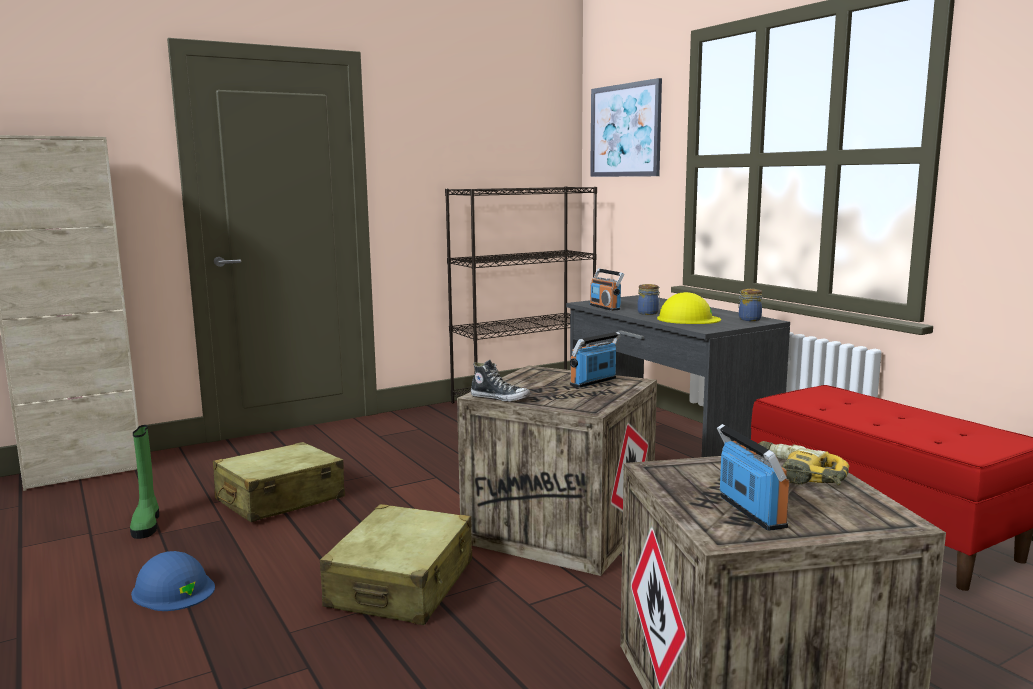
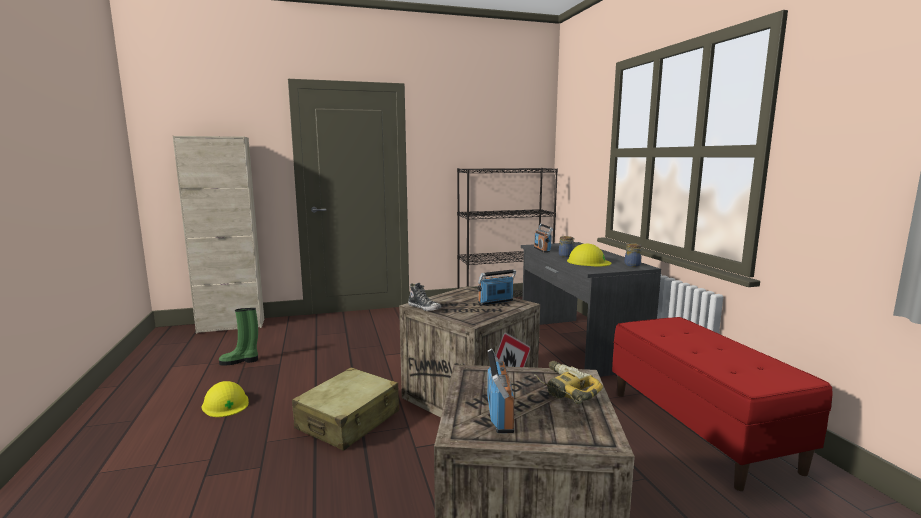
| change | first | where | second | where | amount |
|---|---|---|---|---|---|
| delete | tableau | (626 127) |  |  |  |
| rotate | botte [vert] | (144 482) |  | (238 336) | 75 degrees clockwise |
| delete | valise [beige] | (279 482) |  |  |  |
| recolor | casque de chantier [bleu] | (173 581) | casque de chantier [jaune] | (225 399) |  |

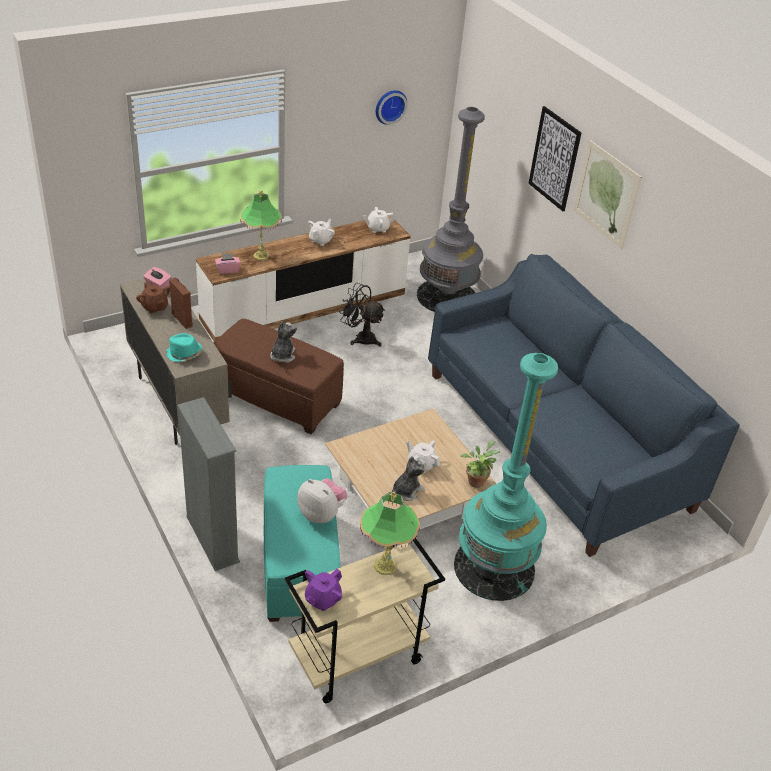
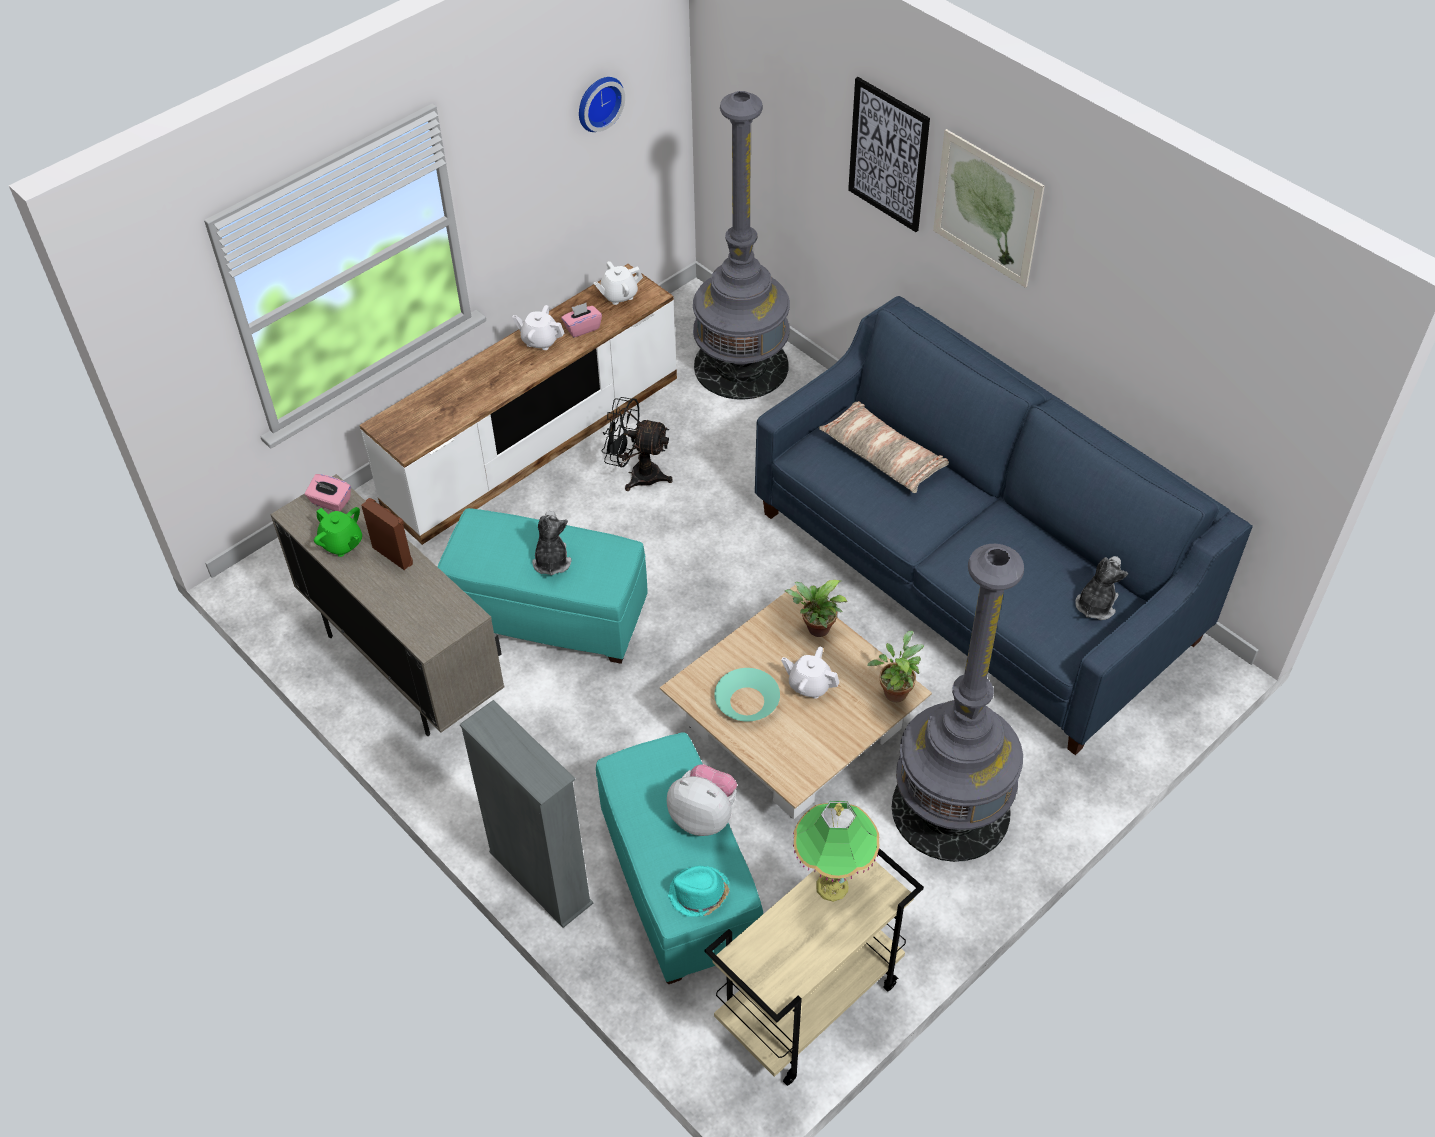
| change | first | where | second | where | amount |
|---|---|---|---|---|---|
| delete | lampe de table | (261 225) |  |  |  |
| rotate | théière [blanc] | (321 232) |  | (538 327) | 90 degrees counterclockwise |
| move | boîte à mouchoirs [rose] | (228 263) |  | (581 320) |  |
| recolor | théière [marron] | (153 298) | théière [vert] | (338 532) |  |
| recolor | pouf [marron] | (279 376) | pouf [turquoise] | (543 586) |  |
| move | chapeau [turquoise] | (184 347) |  | (698 891) |  |
| recolor | lampadaire [turquoise] | (506 477) | lampadaire [gris] | (958 703) |  |
| move | peluche | (409 478) |  | (1101 588) |  |
| delete | théière [violet] | (323 590) |  |  |  |
| insert |  |  | coussin | (884 447) |  |
| insert |  |  | plante en pot | (816 608) |  |
| insert |  |  | bol [turquoise] | (747 694) |  |

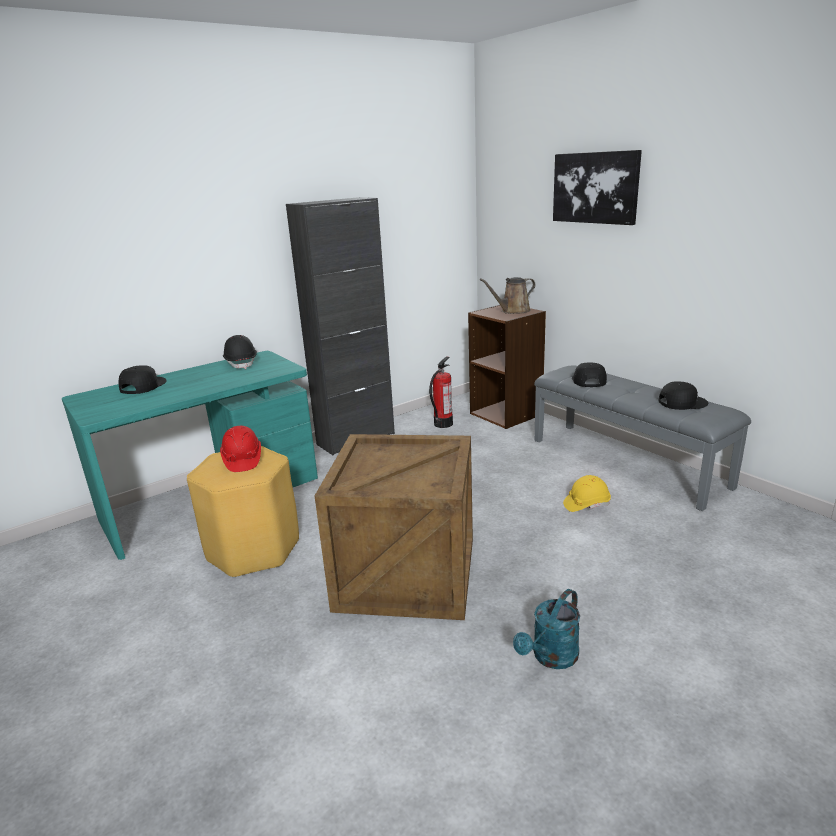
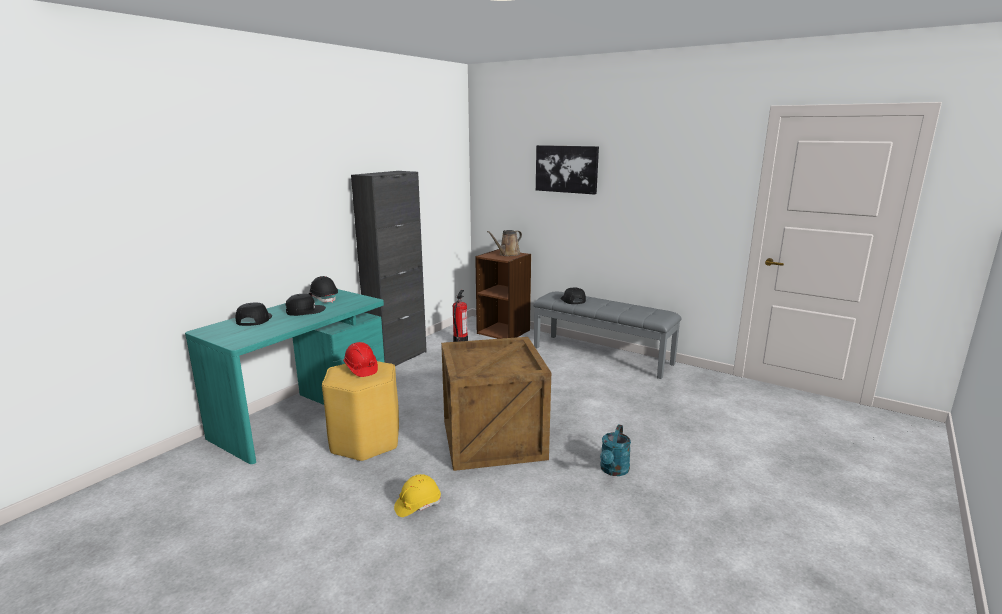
| change | first | where | second | where | amount |
|---|---|---|---|---|---|
| move | casquette [noir] | (683 395) |  | (305 305) |  |
| move | casque de chantier [jaune] | (587 493) |  | (417 495) |  |

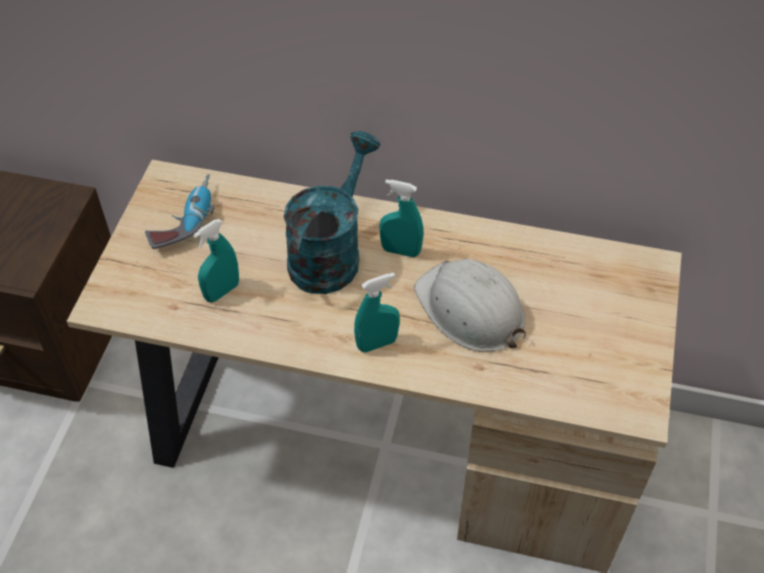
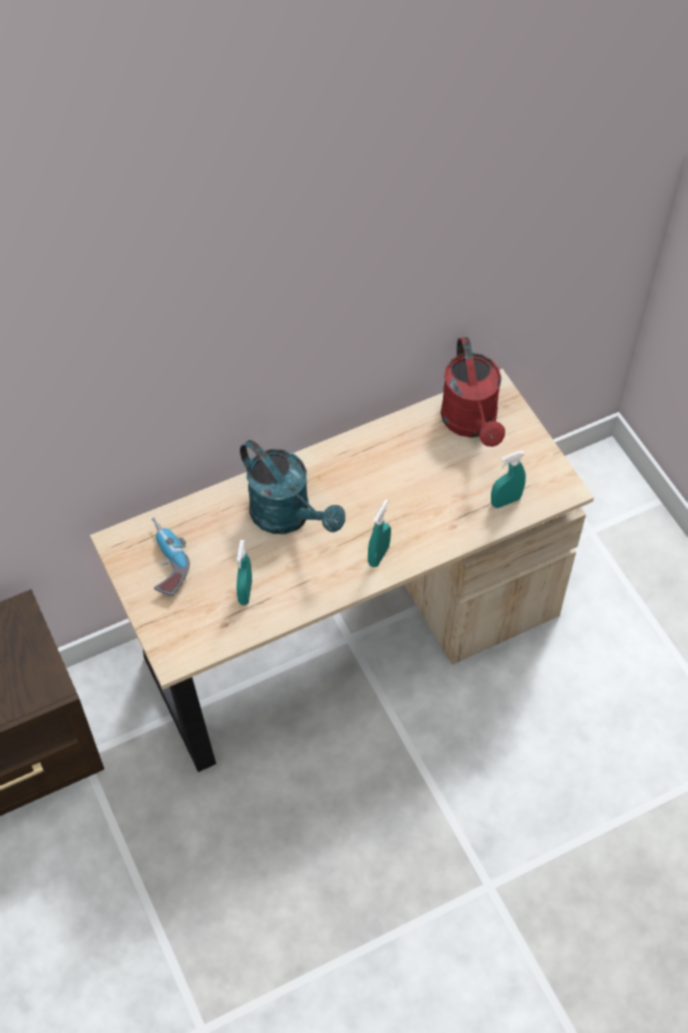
| change | first | where | second | where | amount |
|---|---|---|---|---|---|
| rotate | arrosoir [turquoise] | (332 212) |  | (292 487) | 150 degrees clockwise |
| move | vaporisateur [turquoise] | (401 218) |  | (508 479) |  |
| delete | casque de chantier [blanc] | (470 305) |  |  |  |
| insert |  |  | arrosoir [rouge] | (473 392) |  |

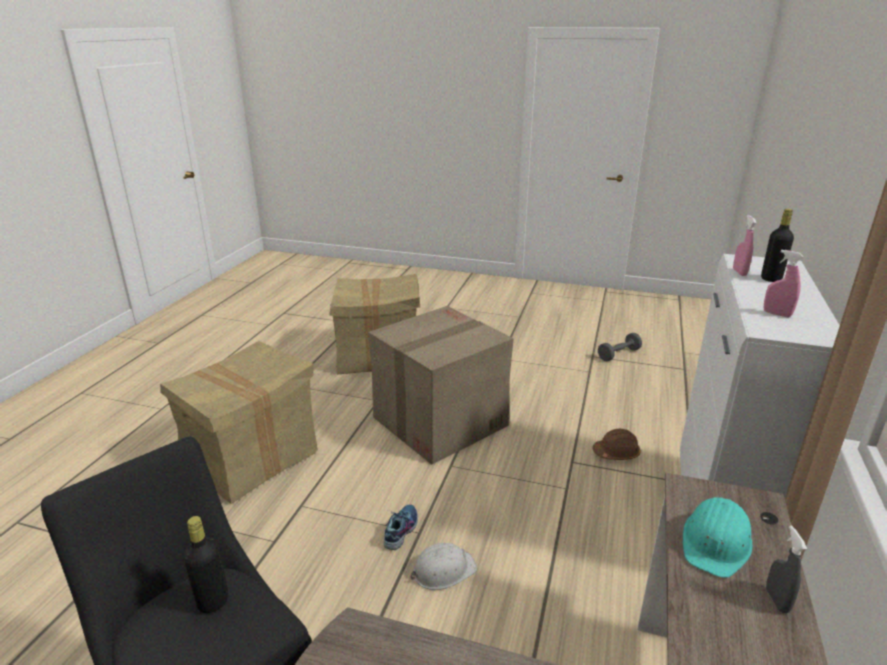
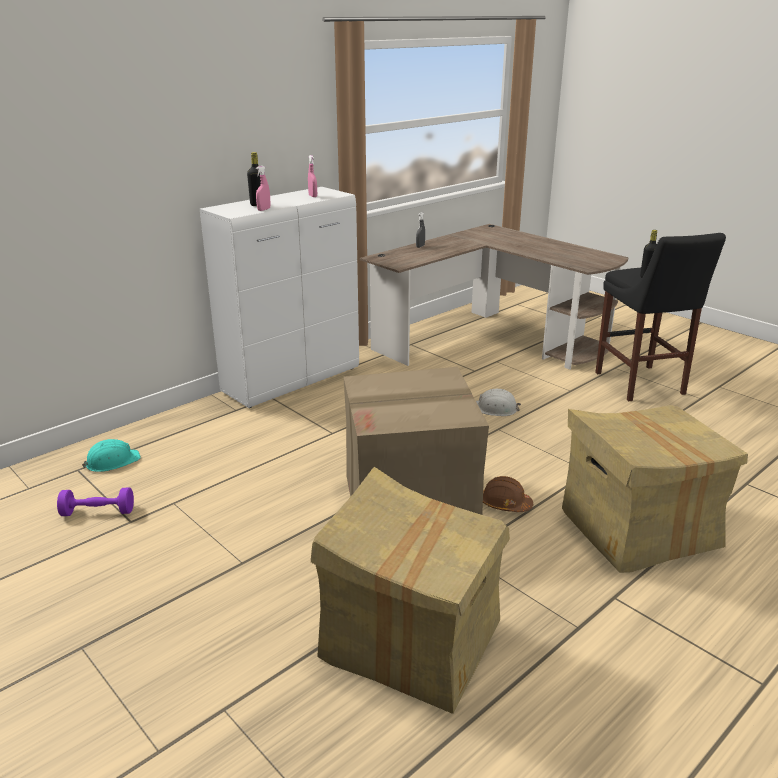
| change | first | where | second | where | amount |
|---|---|---|---|---|---|
| recolor | haltère [gris] | (620 347) | haltère [violet] | (95 501) |  |
| move | casque de chantier [marron] | (617 444) |  | (508 494) |  |
| move | casque de chantier [turquoise] | (718 537) |  | (111 455) |  |
| delete | chaussure | (401 527) |  |  |  |

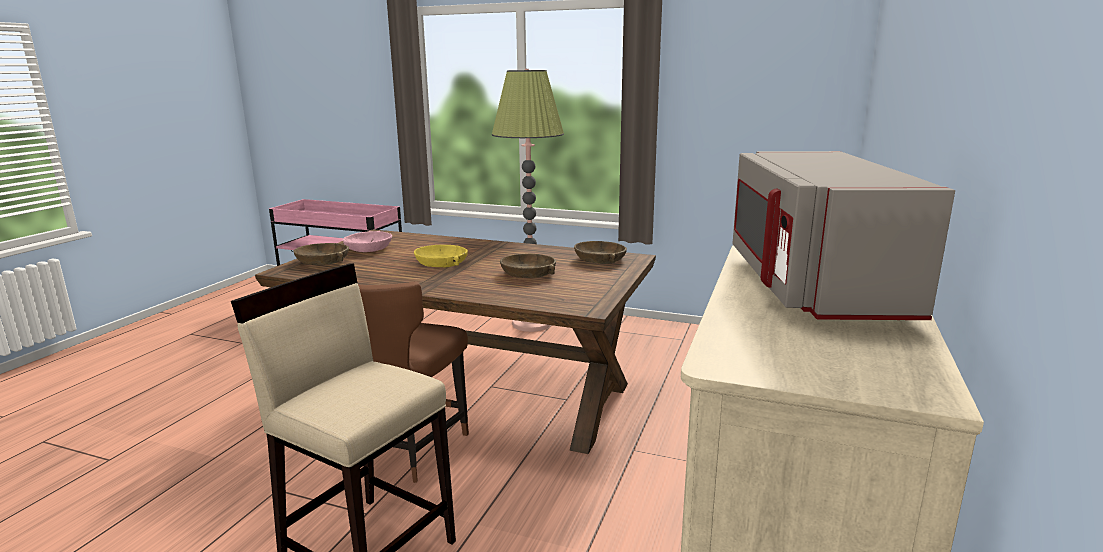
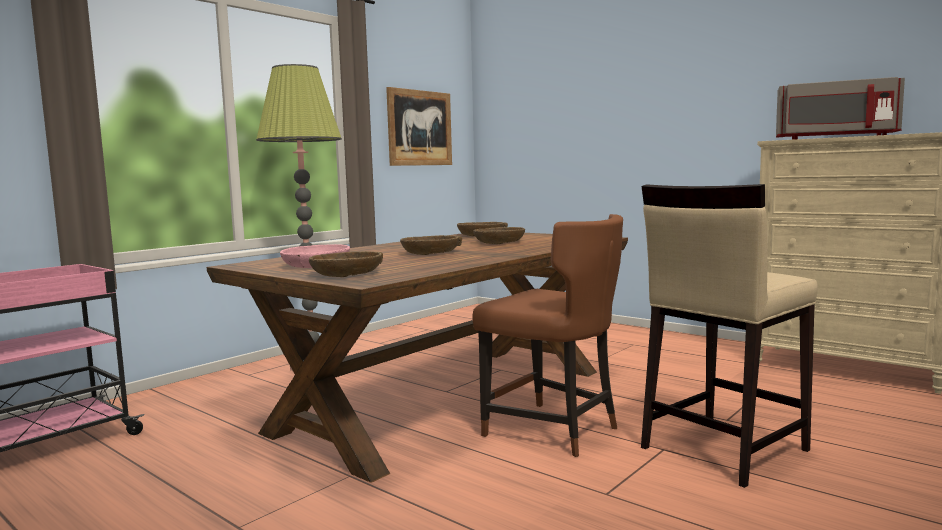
| change | first | where | second | where | amount |
|---|---|---|---|---|---|
| recolor | bol [jaune] | (441 256) | bol [marron] | (431 245) |  |
| insert |  |  | tableau | (419 126) |  |

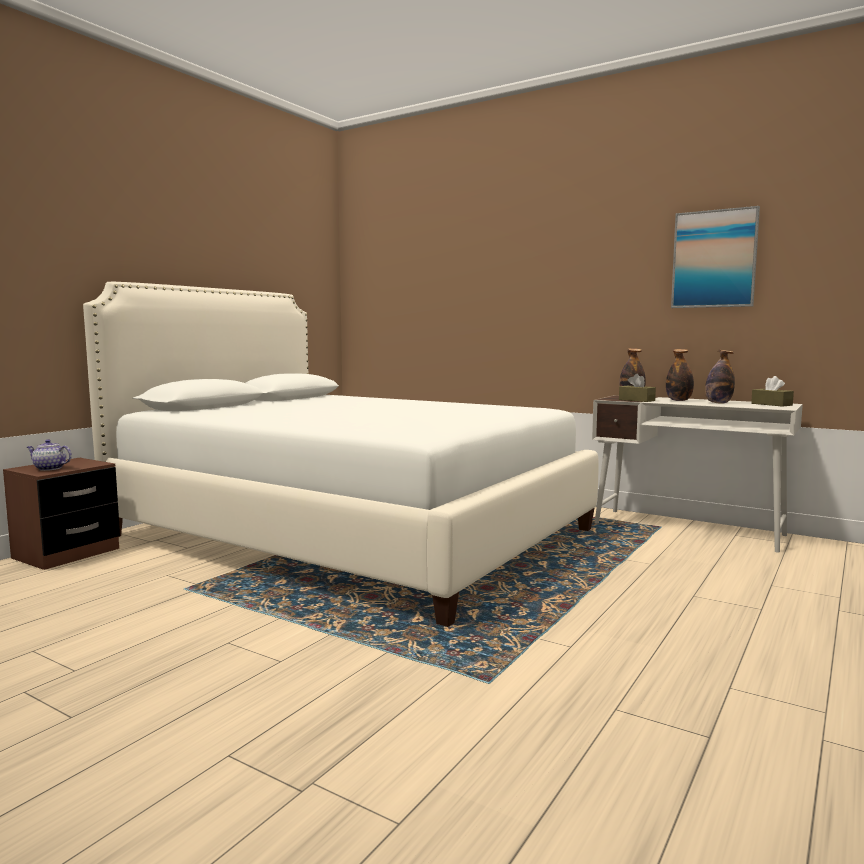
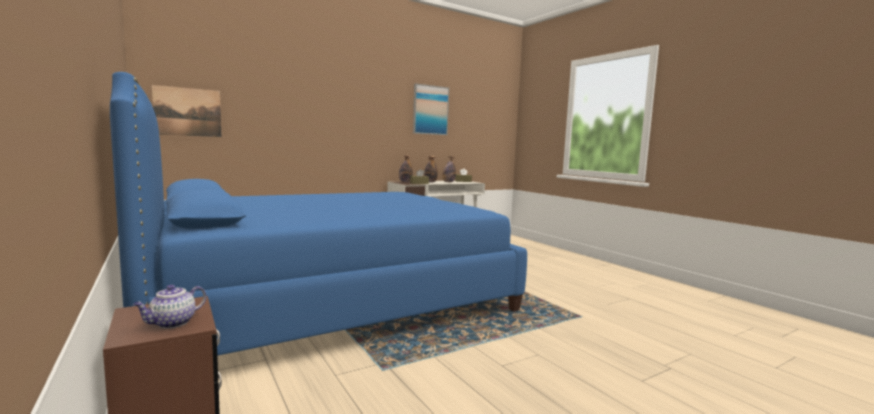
| change | first | where | second | where | amount |
|---|---|---|---|---|---|
| recolor | lit [blanc] | (341 454) | lit [bleu] | (318 214) |  |
| insert |  |  | tableau | (187 111) |  |

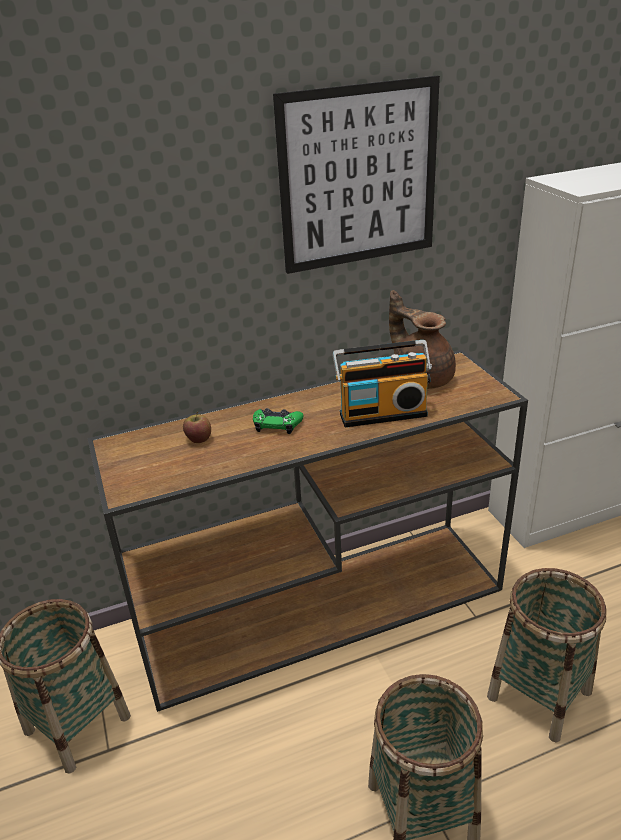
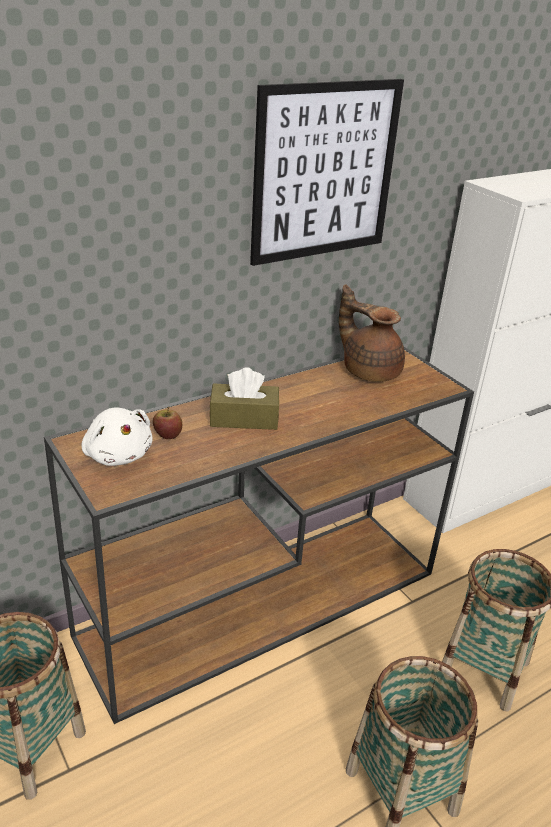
| change | first | where | second | where | amount |
|---|---|---|---|---|---|
| delete | radio | (382 384) |  |  |  |
| replace | manette [vert] | (278 421) | boîte à mouchoirs [marron] | (244 398) |  |
| insert |  |  | peluche [blanc] | (117 436) |  |

